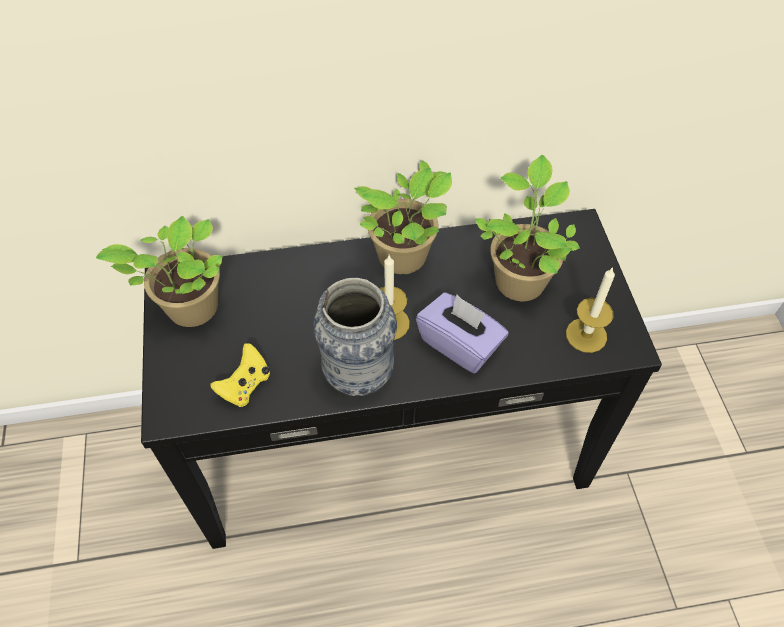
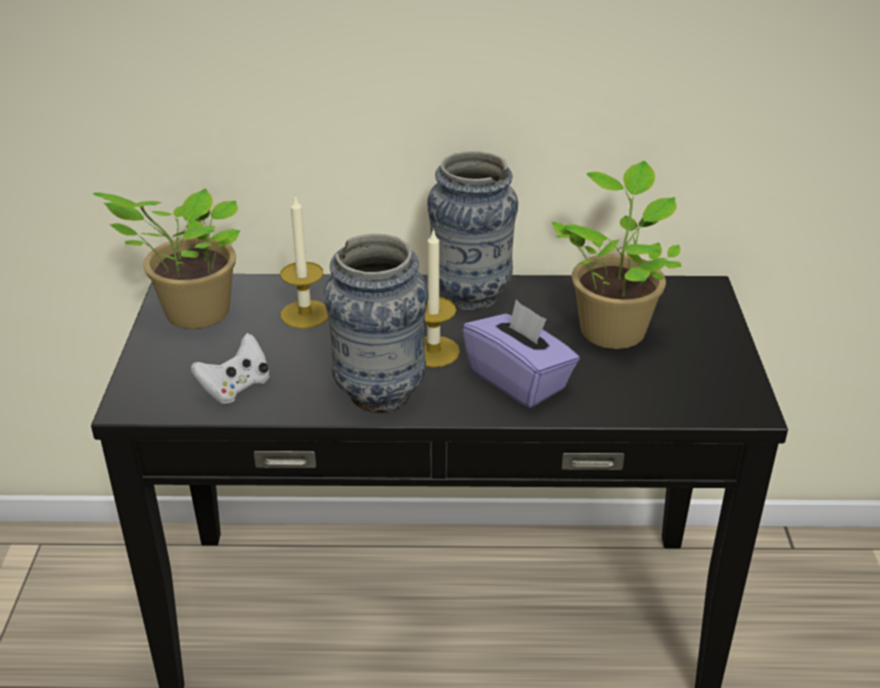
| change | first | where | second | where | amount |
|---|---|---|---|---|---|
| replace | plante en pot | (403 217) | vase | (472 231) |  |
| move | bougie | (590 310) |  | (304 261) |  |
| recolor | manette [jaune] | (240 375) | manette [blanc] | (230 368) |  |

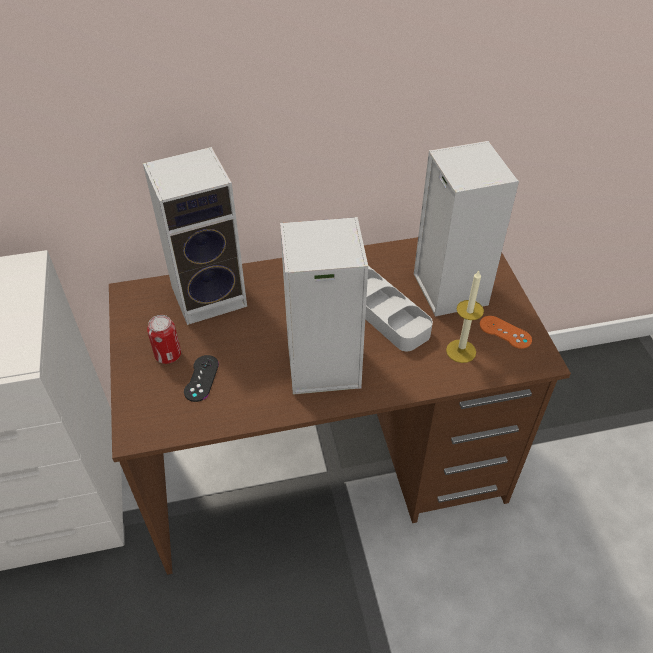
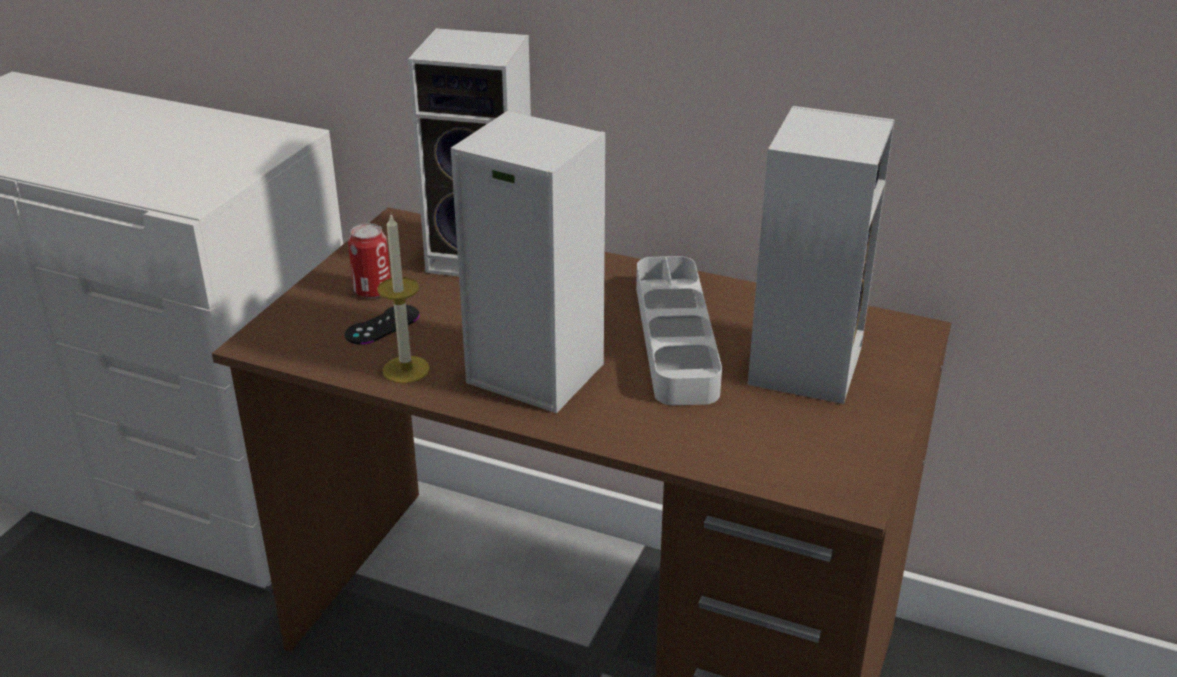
| change | first | where | second | where | amount |
|---|---|---|---|---|---|
| move | bougie | (465 317) |  | (403 299) |  |
| delete | manette [orange] | (506 332) |  |  |  |

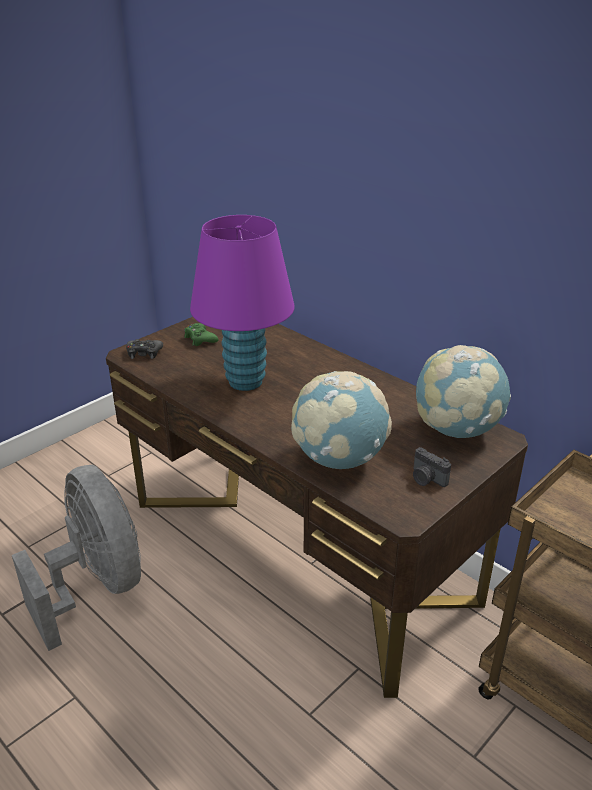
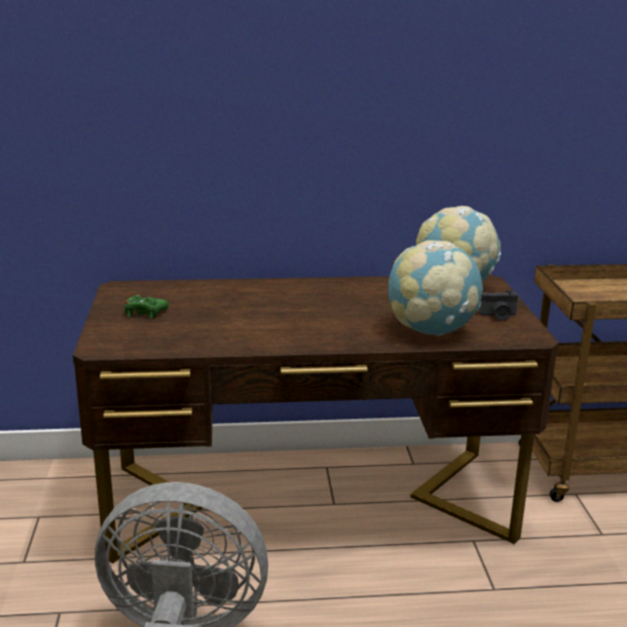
| change | first | where | second | where | amount |
|---|---|---|---|---|---|
| delete | lampe de table [violet] | (242 303) |  |  |  |
| delete | manette [noir] | (144 349) |  |  |  |

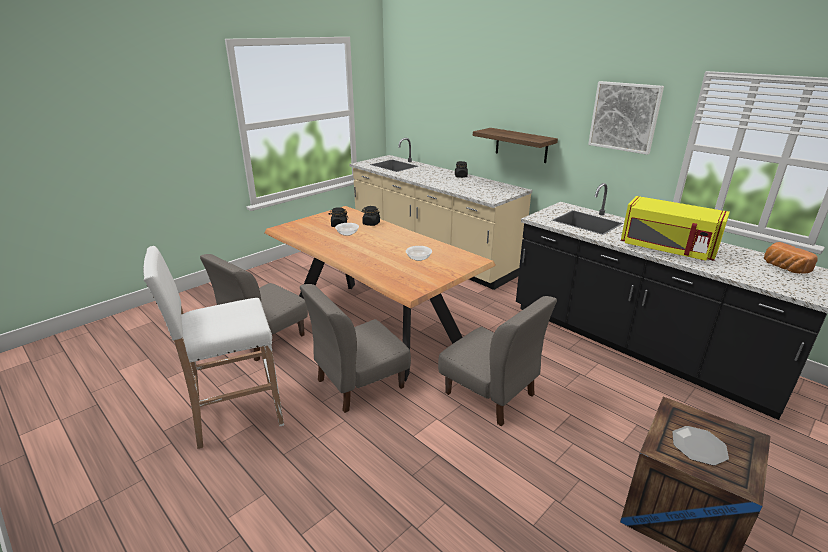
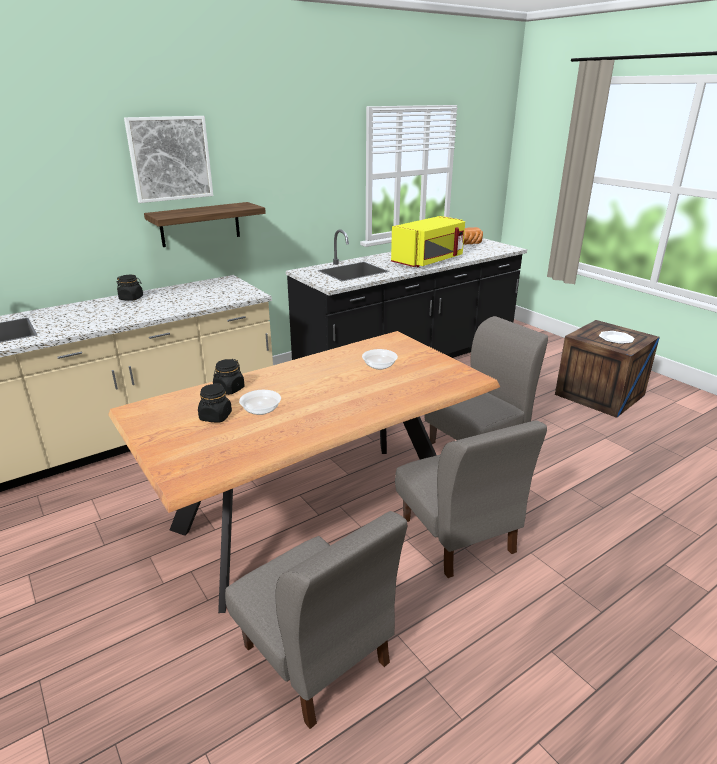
| change | first | where | second | where | amount |
|---|---|---|---|---|---|
| move | tableau | (626 118) |  | (168 159) |  |
| delete | tabouret [blanc] | (213 347) |  |  |  |

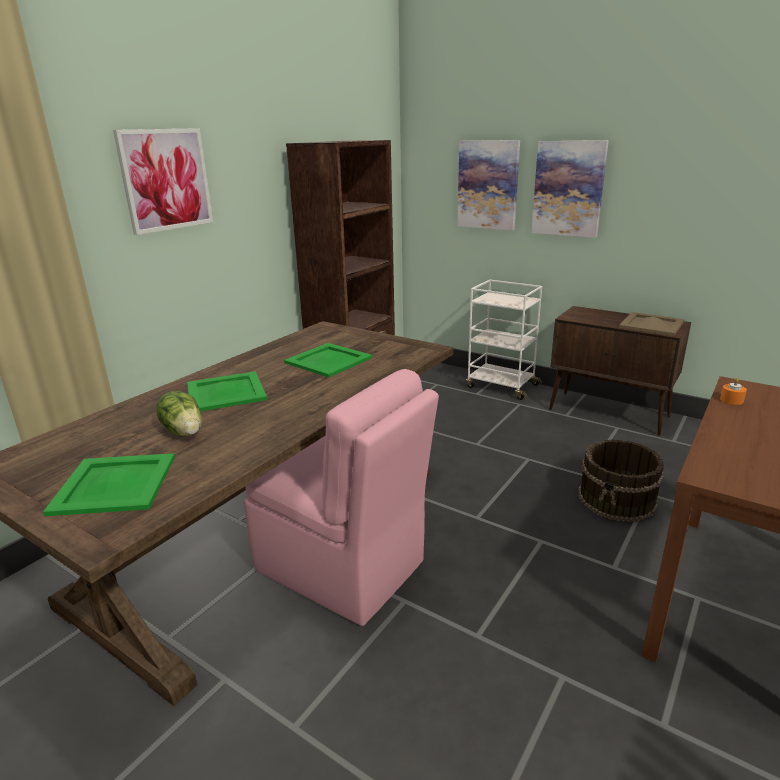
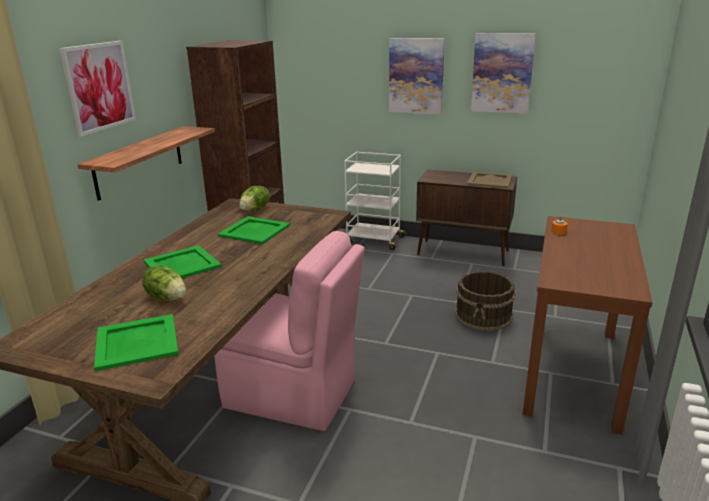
| change | first | where | second | where | amount |
|---|---|---|---|---|---|
| move | tableau | (488 185) |  | (503 73) |  |
| insert |  |  | étagère | (146 163) |  |
| insert |  |  | laitue | (254 198) |  |

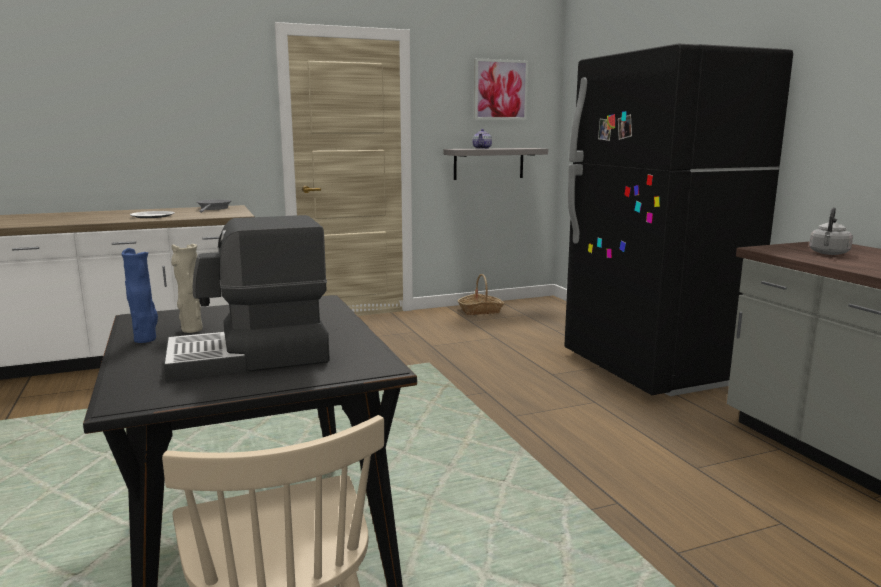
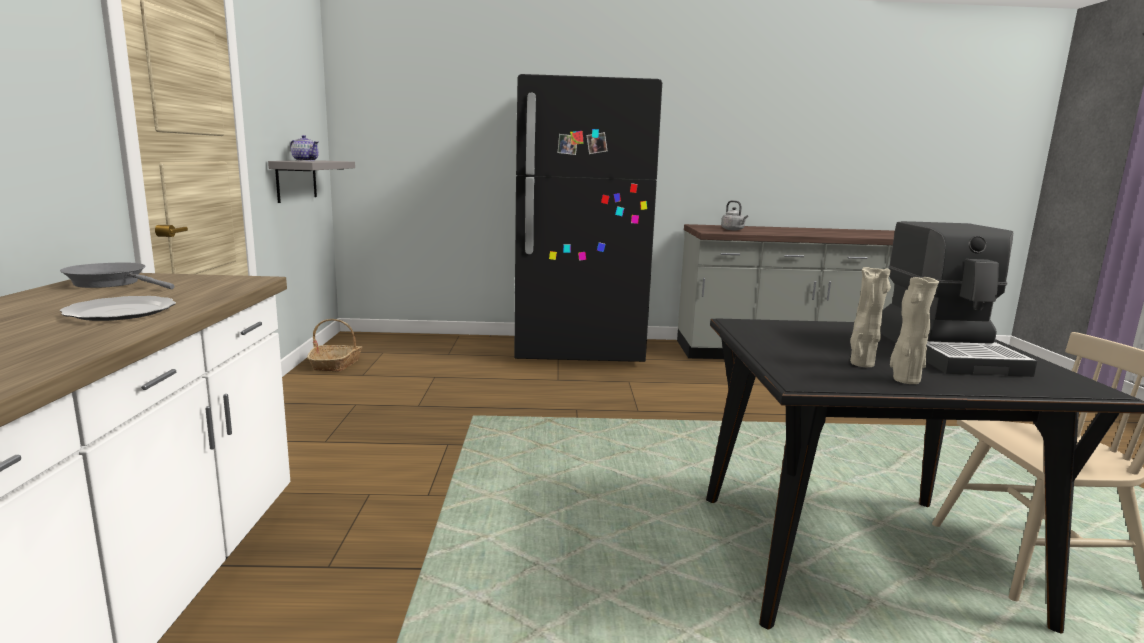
| change | first | where | second | where | amount |
|---|---|---|---|---|---|
| delete | tableau | (501 89) |  |  |  |
| recolor | vase [bleu] | (140 295) | vase [beige] | (914 330) |  |

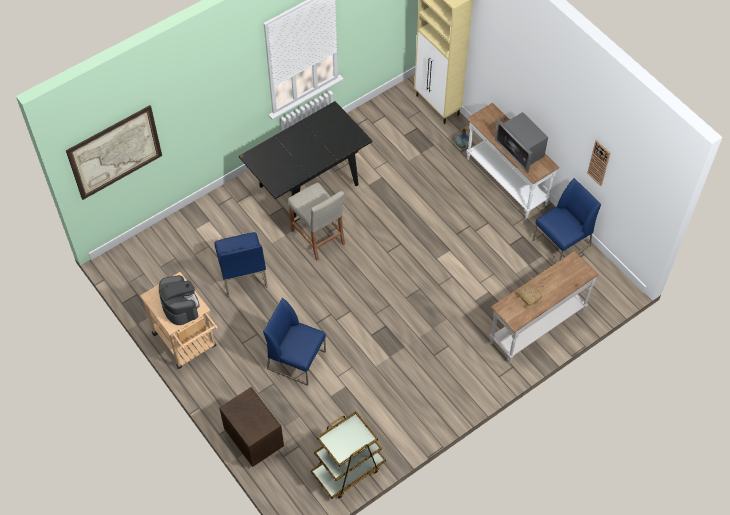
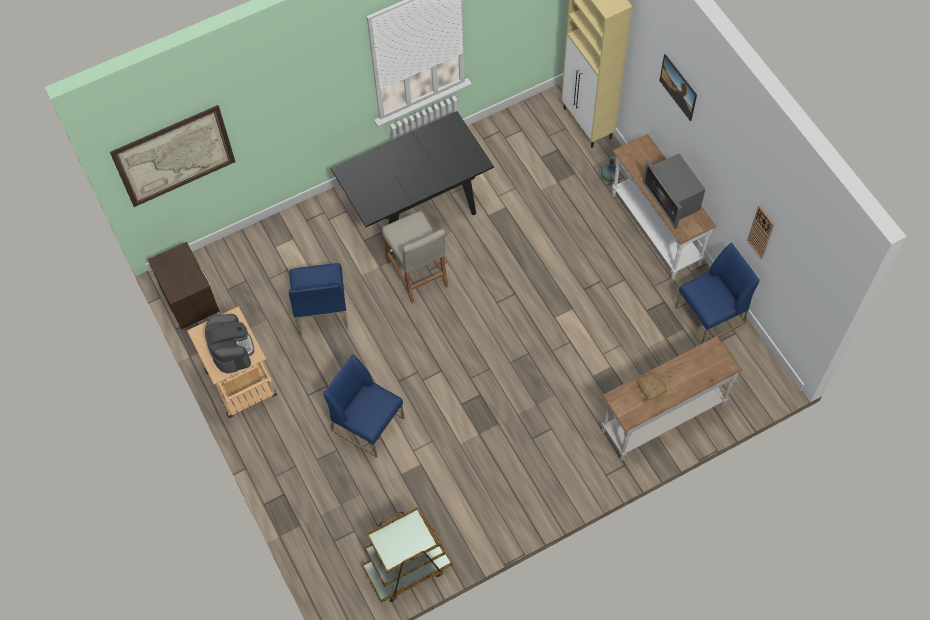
| change | first | where | second | where | amount |
|---|---|---|---|---|---|
| move | table de chevet [marron] | (251 427) |  | (184 285) |  |
| insert |  |  | tableau | (678 87) |  |

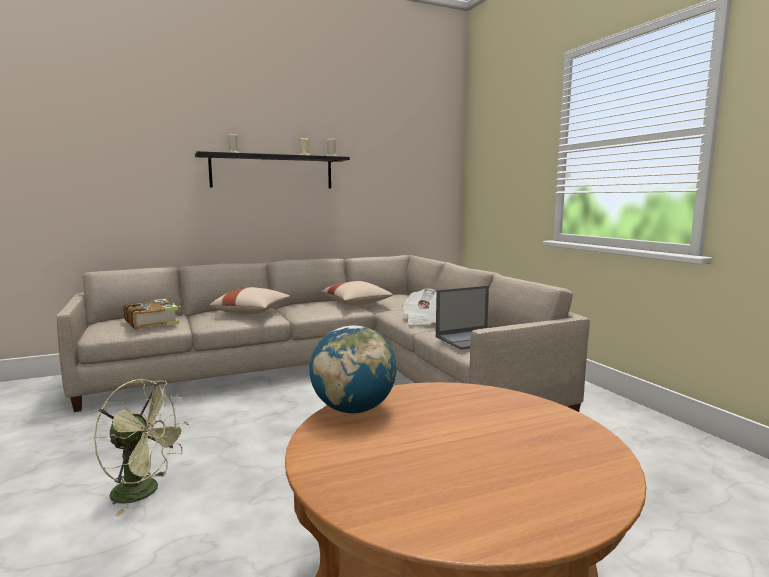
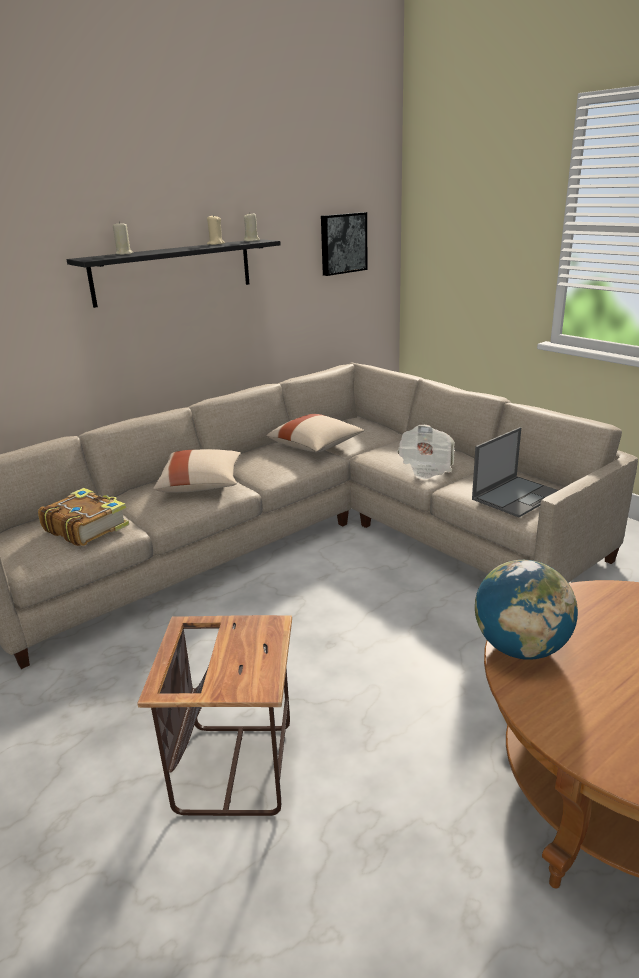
| change | first | where | second | where | amount |
|---|---|---|---|---|---|
| replace | ventilateur [vert] | (141 448) | table d'appoint | (214 715) |  |
| insert |  |  | tableau | (344 244) |  |

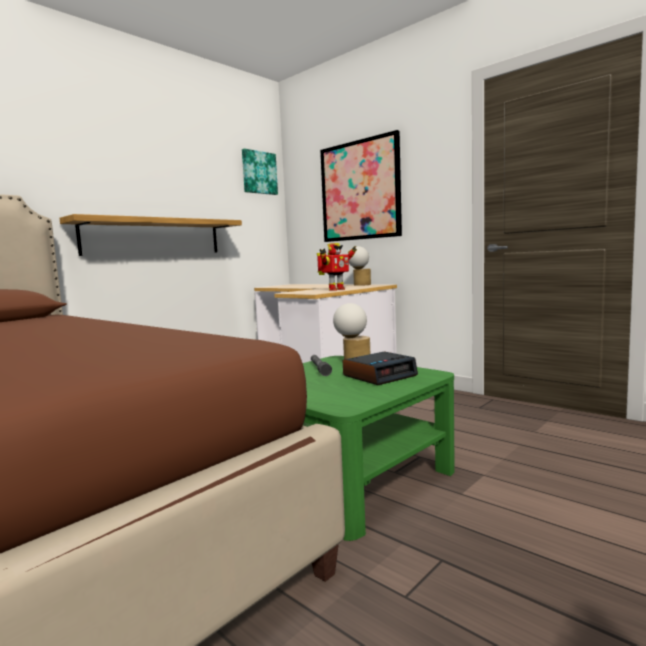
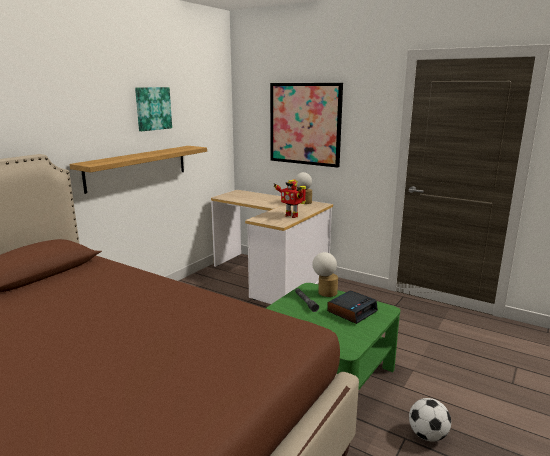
| change | first | where | second | where | amount |
|---|---|---|---|---|---|
| move | tableau | (260 172) |  | (153 109) |  |
| rotate | robot jouet | (337 267) |  | (289 198) | 90 degrees clockwise |
| insert |  |  | ballon de foot | (430 420) |  |

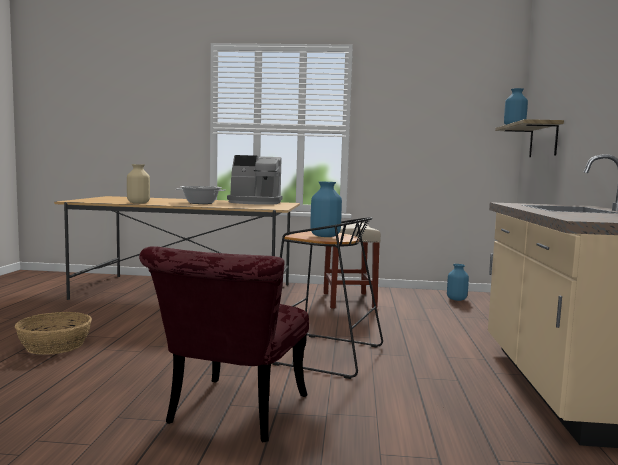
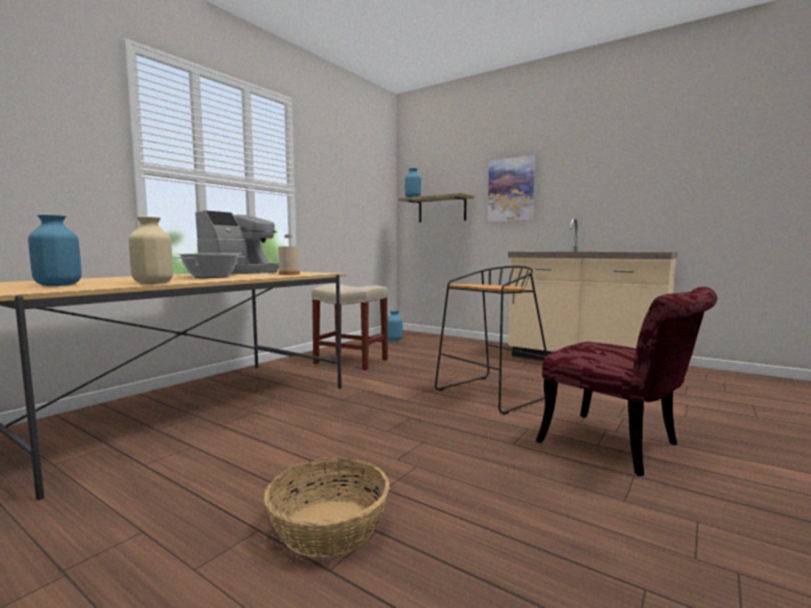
| change | first | where | second | where | amount |
|---|---|---|---|---|---|
| move | vase [bleu] | (326 209) |  | (55 250) |  |
| insert |  |  | tableau | (511 188) |  |
| insert |  |  | bouteille [beige] | (289 255) |  |

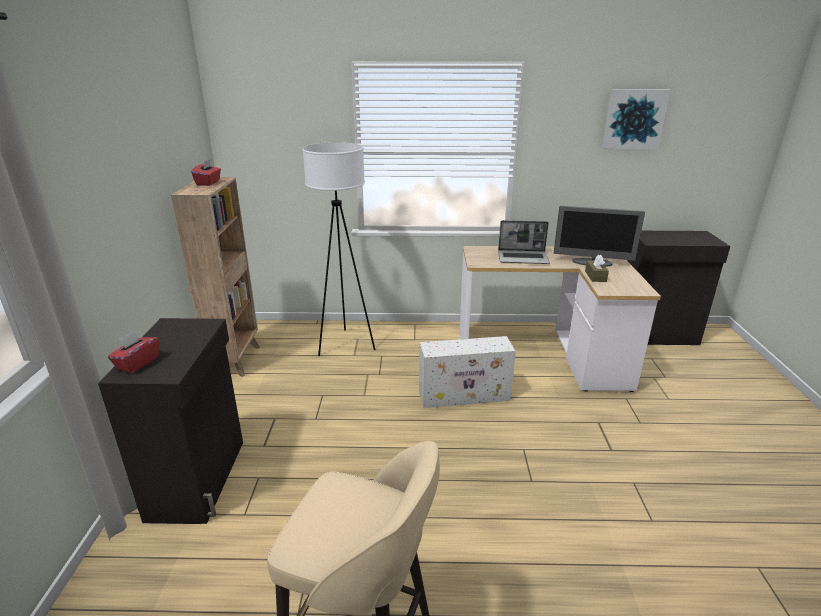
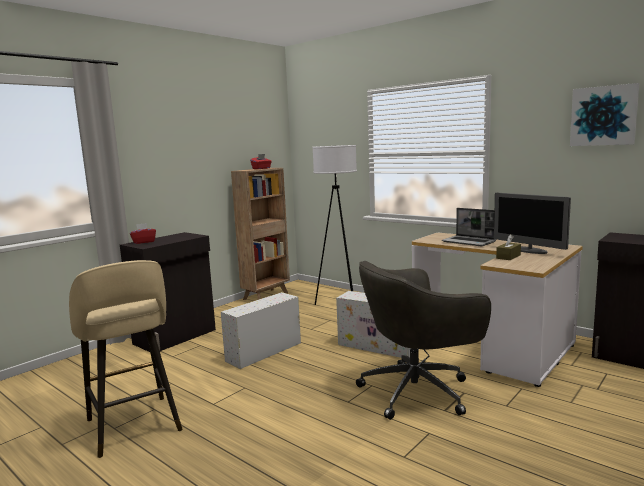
| change | first | where | second | where | amount |
|---|---|---|---|---|---|
| insert |  |  | chaise de bureau [gris] | (423 340) |  |
| insert |  |  | boîte de rangement [blanc] | (261 330) |  |

